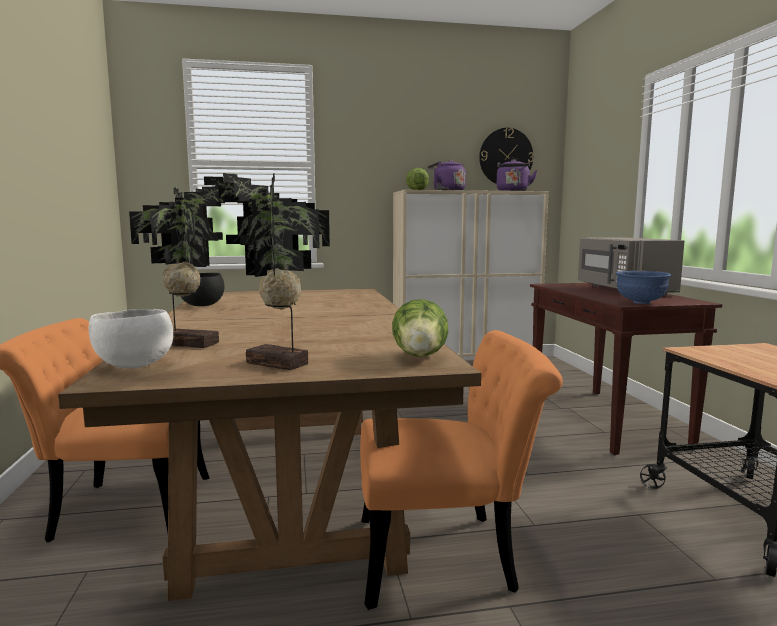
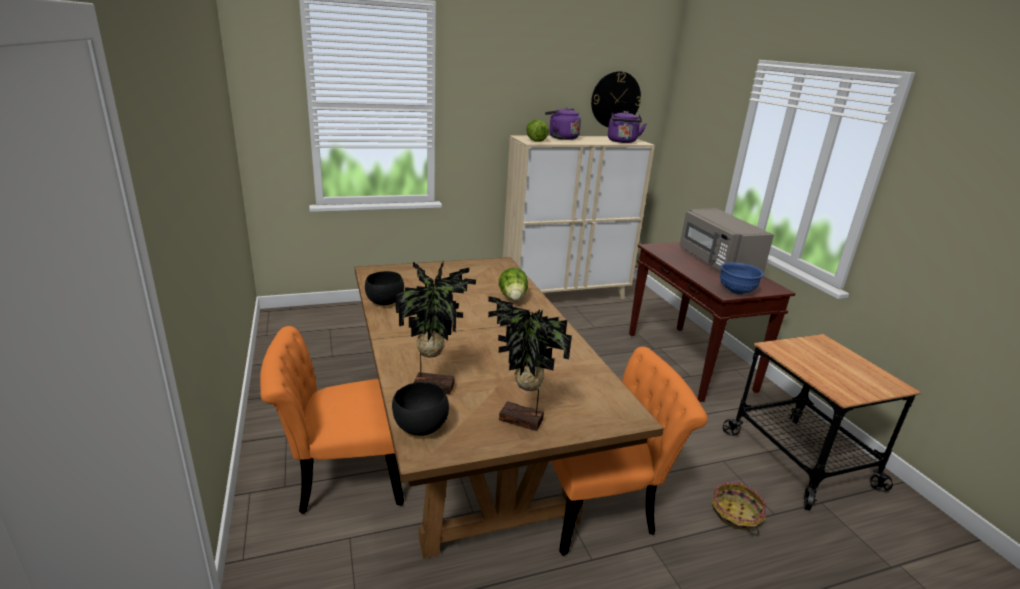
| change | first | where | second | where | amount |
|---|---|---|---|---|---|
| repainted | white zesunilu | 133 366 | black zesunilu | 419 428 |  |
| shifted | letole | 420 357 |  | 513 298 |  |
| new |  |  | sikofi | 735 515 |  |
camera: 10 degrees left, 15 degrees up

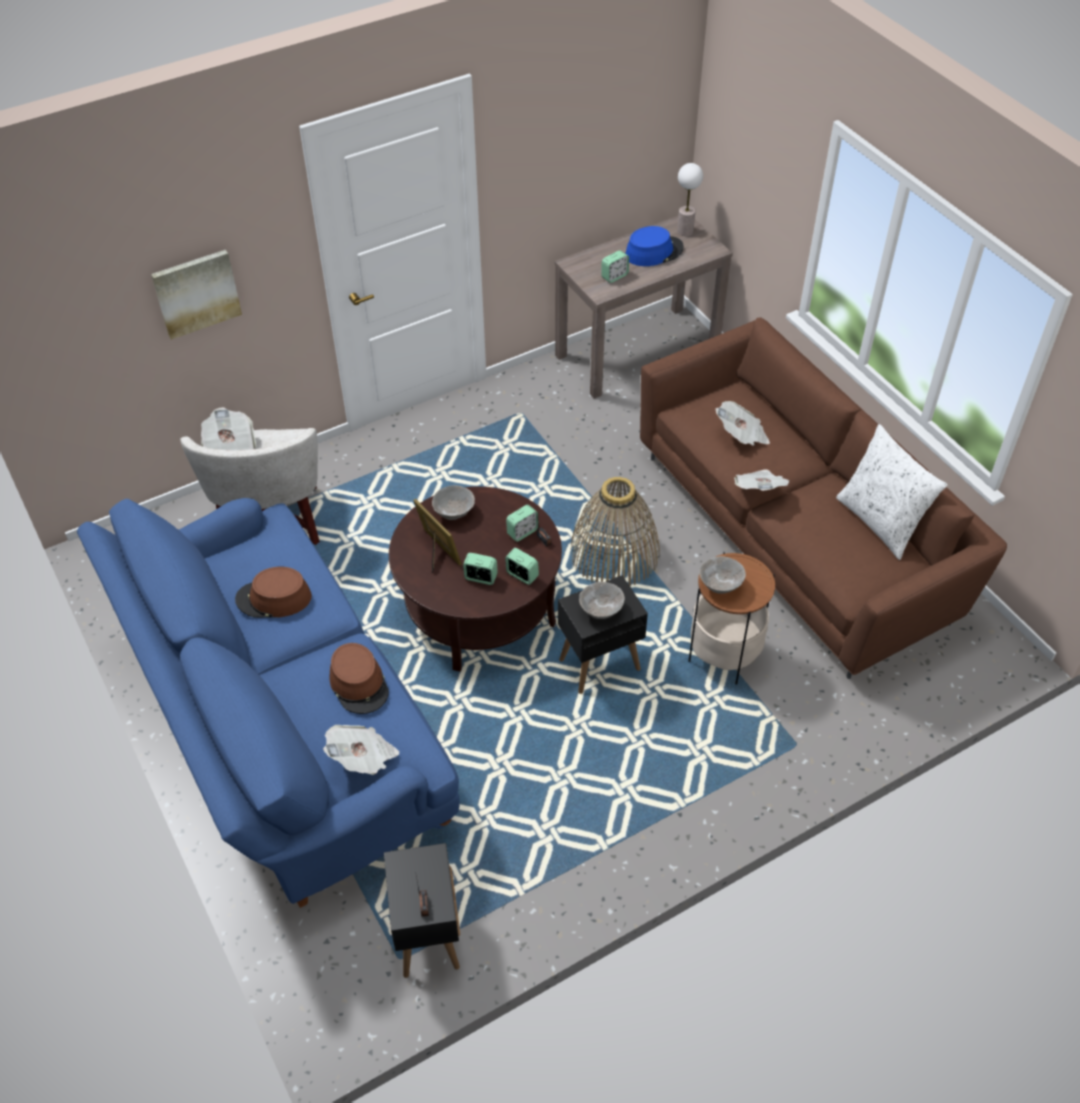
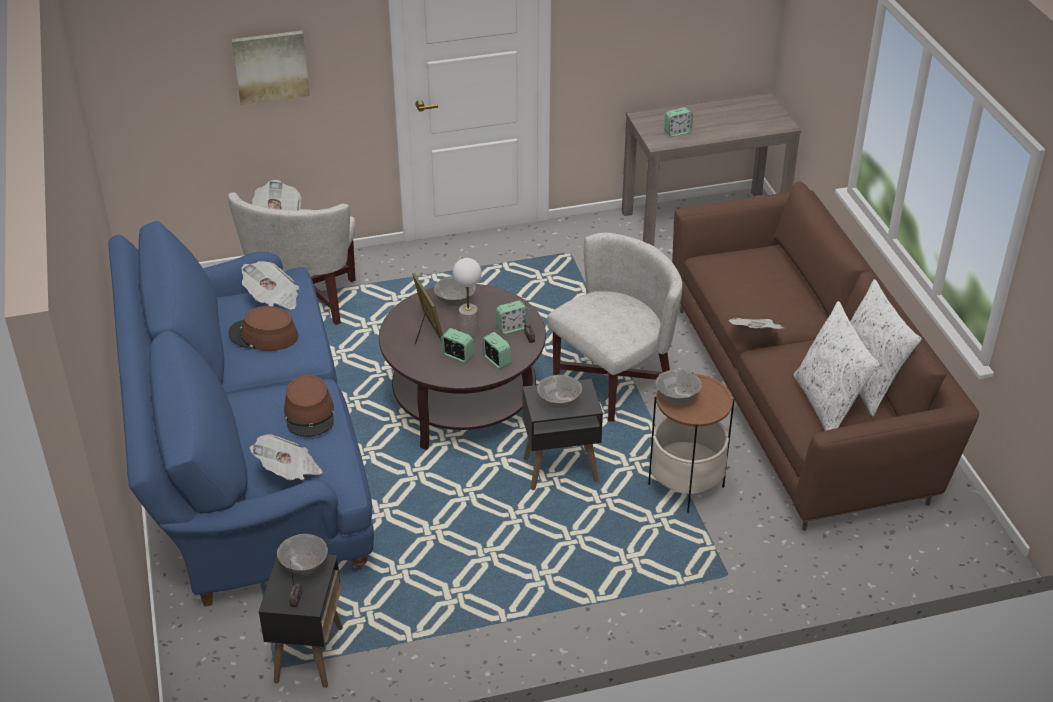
| change | first | where | second | where | amount |
|---|---|---|---|---|---|
| shifted | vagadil | 741 435 |  | 273 298 |  |
| new |  |  | grey zesunilu | 304 566 |  |
| shifted | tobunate | 685 231 |  | 469 331 |  |
| swapped | sikofi | 614 553 | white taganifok | 612 382 |  |
| new |  |  | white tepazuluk | 828 405 |  |
| gone | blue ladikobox | 654 252 |  |  |  |
camera: 15 degrees right, 10 degrees down

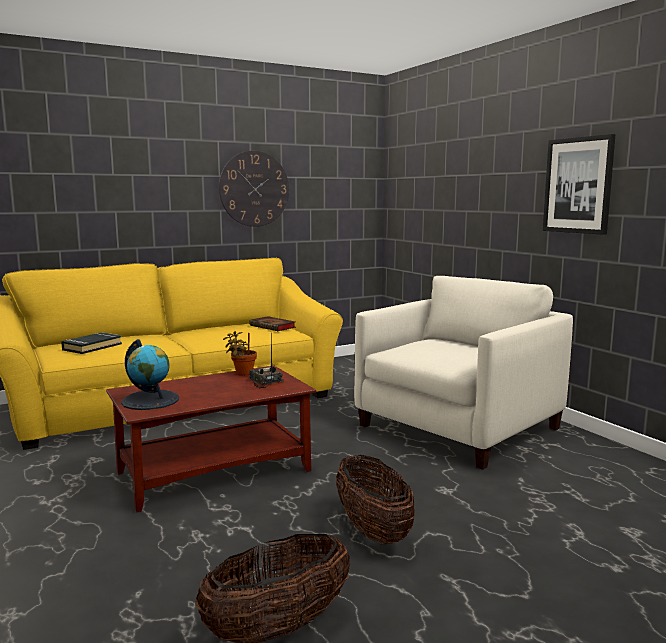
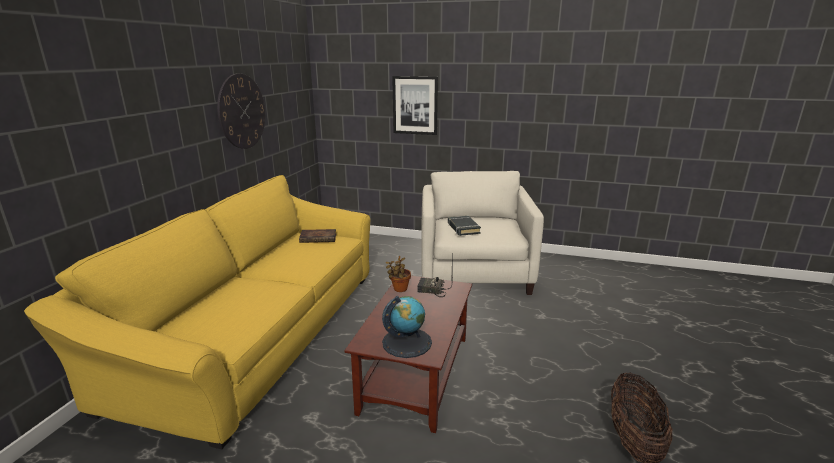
| change | first | where | second | where | amount |
|---|---|---|---|---|---|
| shifted | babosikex | 578 185 |  | 415 105 |  |
| shifted | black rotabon | 92 347 |  | 463 228 |  |
| gone | sikofi | 373 530 |  |  |  |
camera: 45 degrees left, 10 degrees up

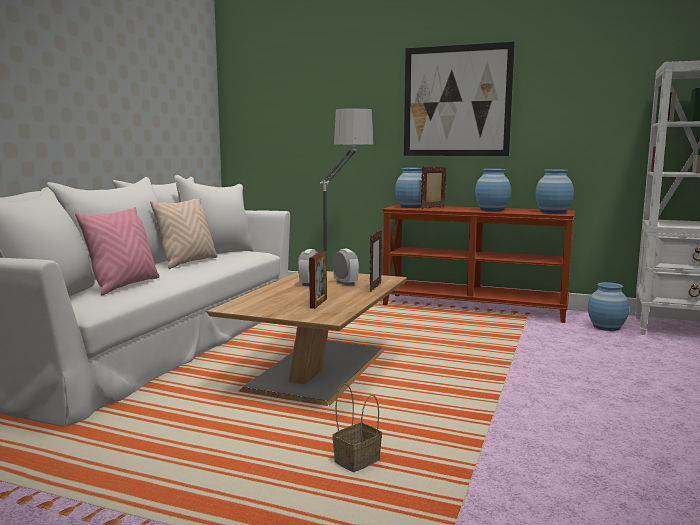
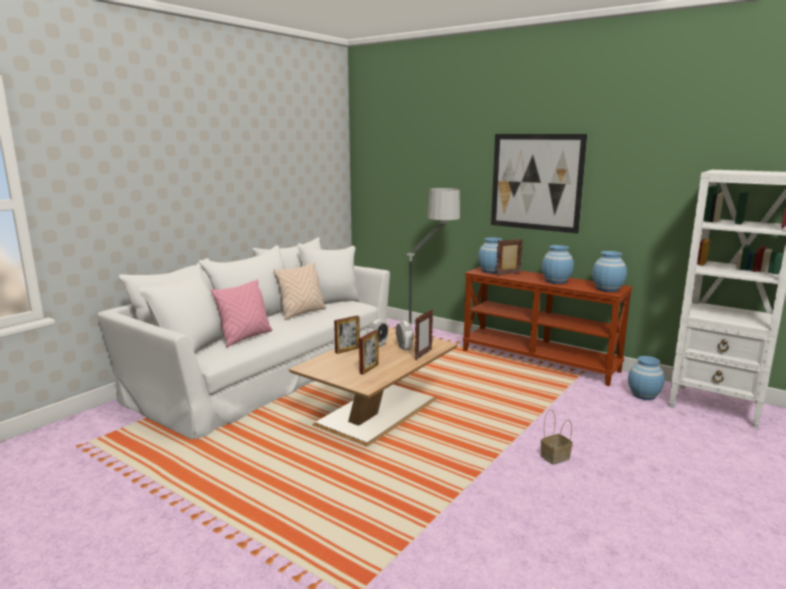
| change | first | where | second | where | amount |
|---|---|---|---|---|---|
| new |  |  | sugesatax | 347 350 |  |
| shifted | sikofi | 357 460 |  | 555 456 |  |
camera: 15 degrees right, 5 degrees up

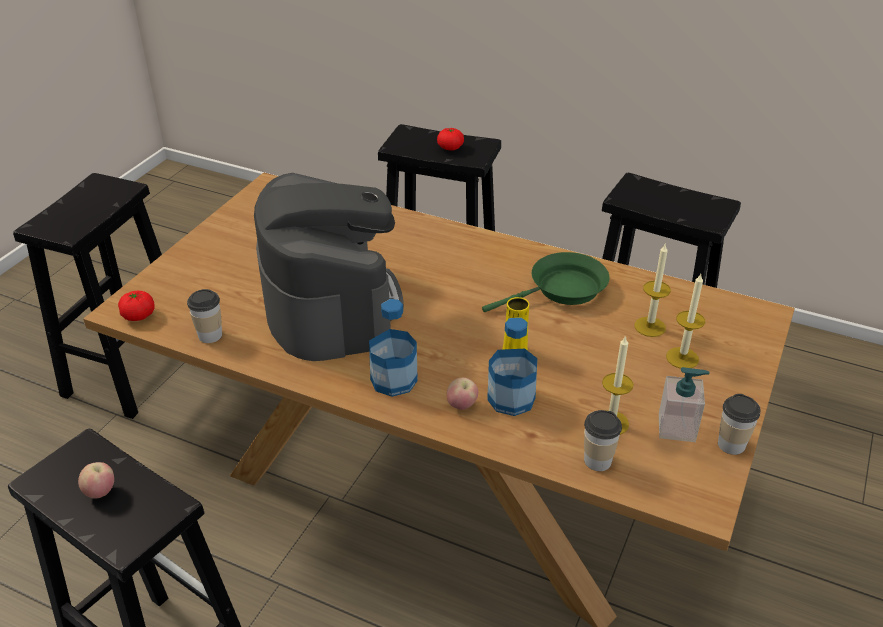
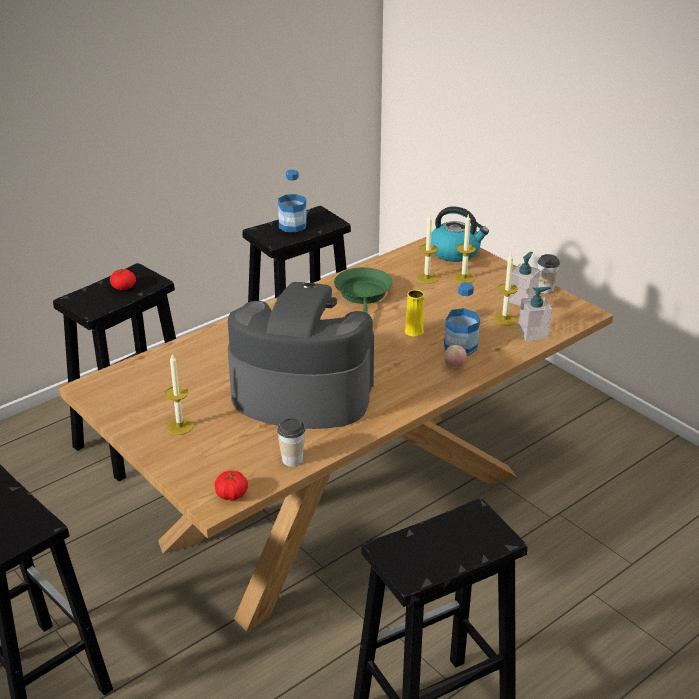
| change | first | where | second | where | amount |
|---|---|---|---|---|---|
| new |  |  | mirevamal | 180 426 |  |
| shifted | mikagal | 393 380 |  | 292 226 |  |
| new |  |  | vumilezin | 455 252 |  |
| swapped | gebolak | 597 461 | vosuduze | 533 333 |  |
| gone | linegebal | 100 492 |  |  |  |
camera: 65 degrees left, 5 degrees down

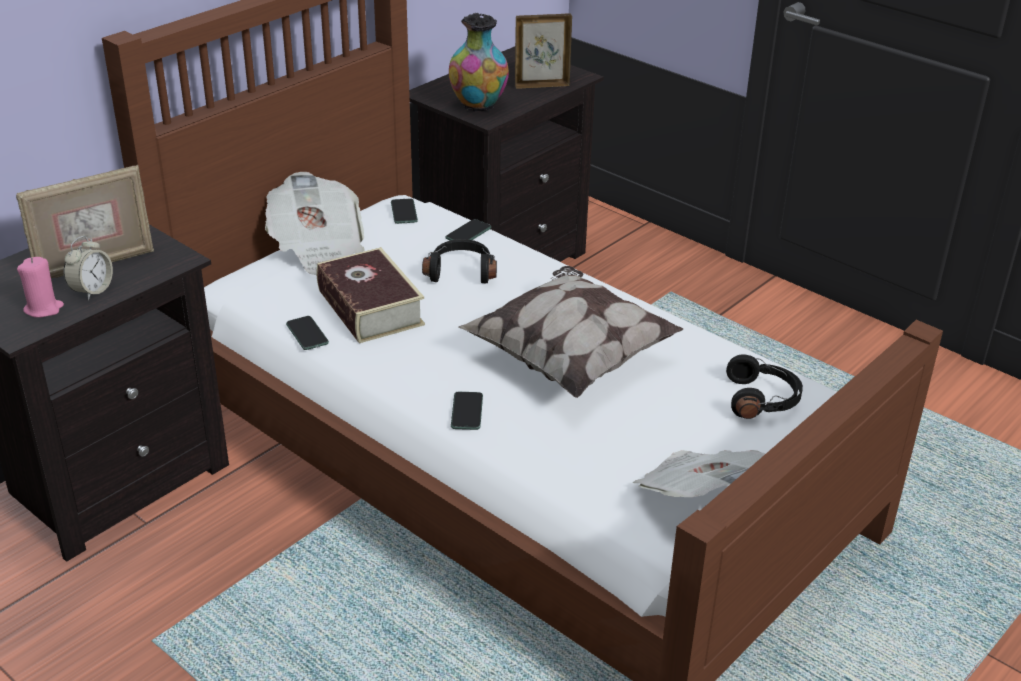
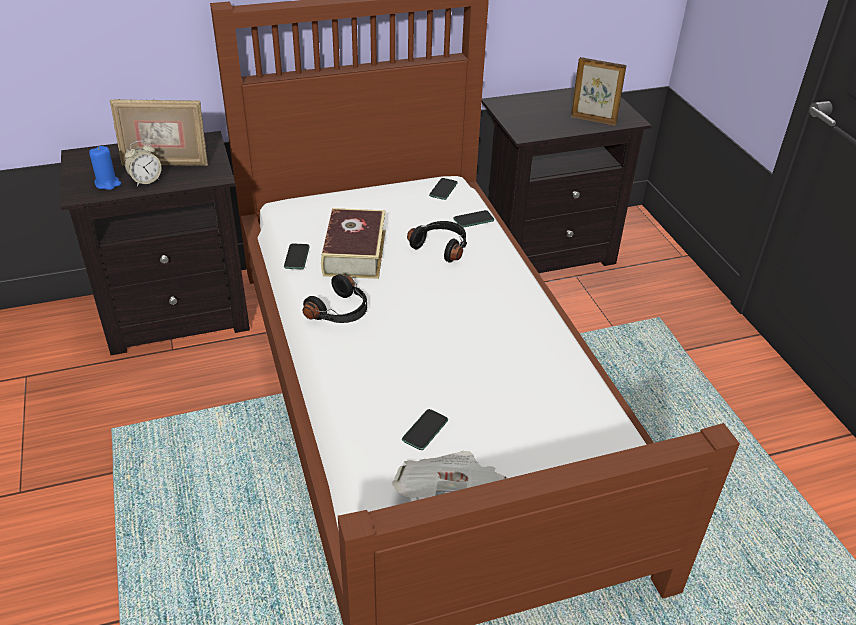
| change | first | where | second | where | amount |
|---|---|---|---|---|---|
| repainted | pink mirevamal | 43 309 | blue mirevamal | 108 183 |  |
| shifted | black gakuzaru | 762 400 |  | 340 312 |  |
| shifted | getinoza | 467 412 |  | 425 430 |  |
| gone | vagadil | 317 247 |  |  |  |
| gone | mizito | 478 106 |  |  |  |
| gone | tepazuluk | 570 358 |  |  |  |
camera: 30 degrees right, 5 degrees up

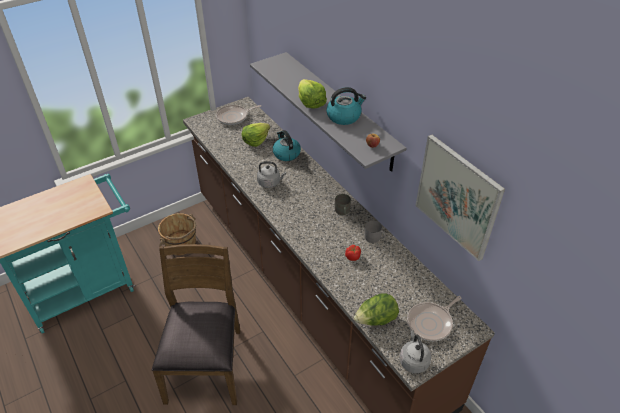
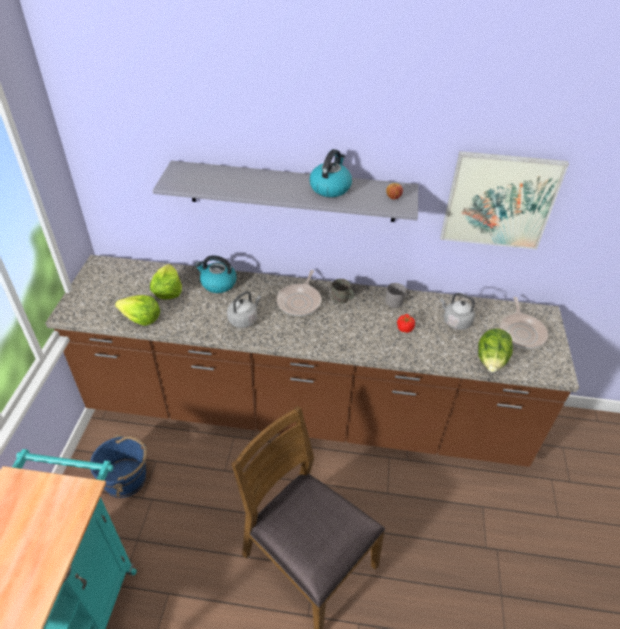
| change | first | where | second | where | amount |
|---|---|---|---|---|---|
| repainted | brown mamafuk | 181 244 | blue mamafuk | 126 479 |  |
| shifted | letole | 310 102 |  | 141 319 |  |
| shifted | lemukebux | 234 117 |  | 300 301 |  |
| shifted | grey vumilezin | 413 360 |  | 455 321 |  |
camera: 50 degrees left, 0 degrees up

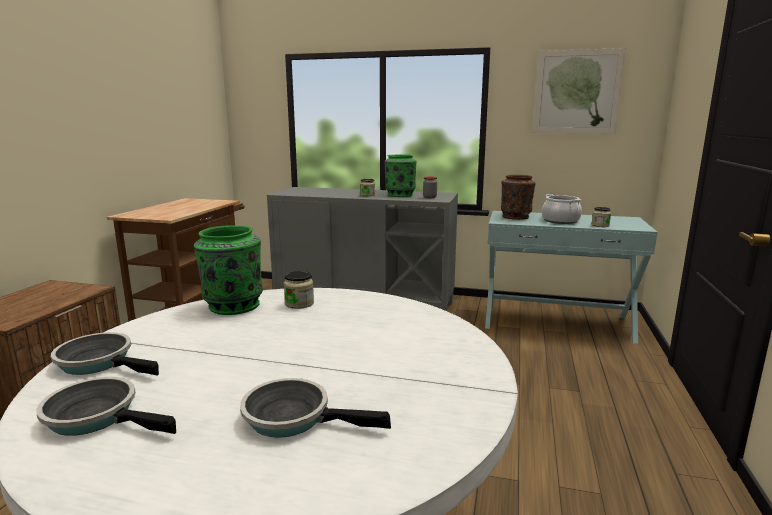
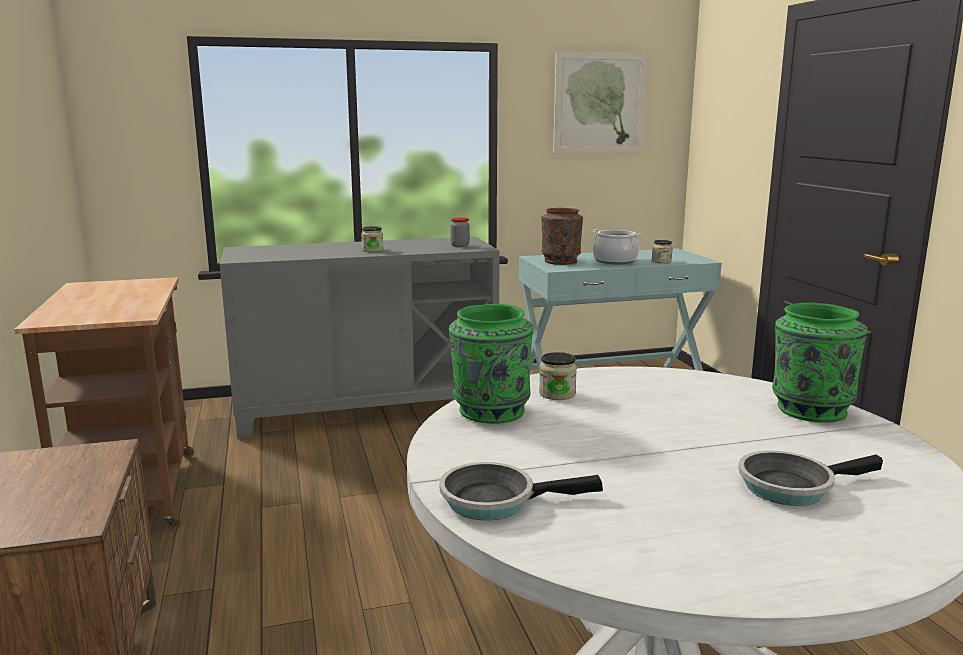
| change | first | where | second | where | amount |
|---|---|---|---|---|---|
| shifted | green mizito | 400 195 |  | 809 410 |  |
| gone | lemukebux | 98 416 |  |  |  |
camera: 30 degrees left, 0 degrees up

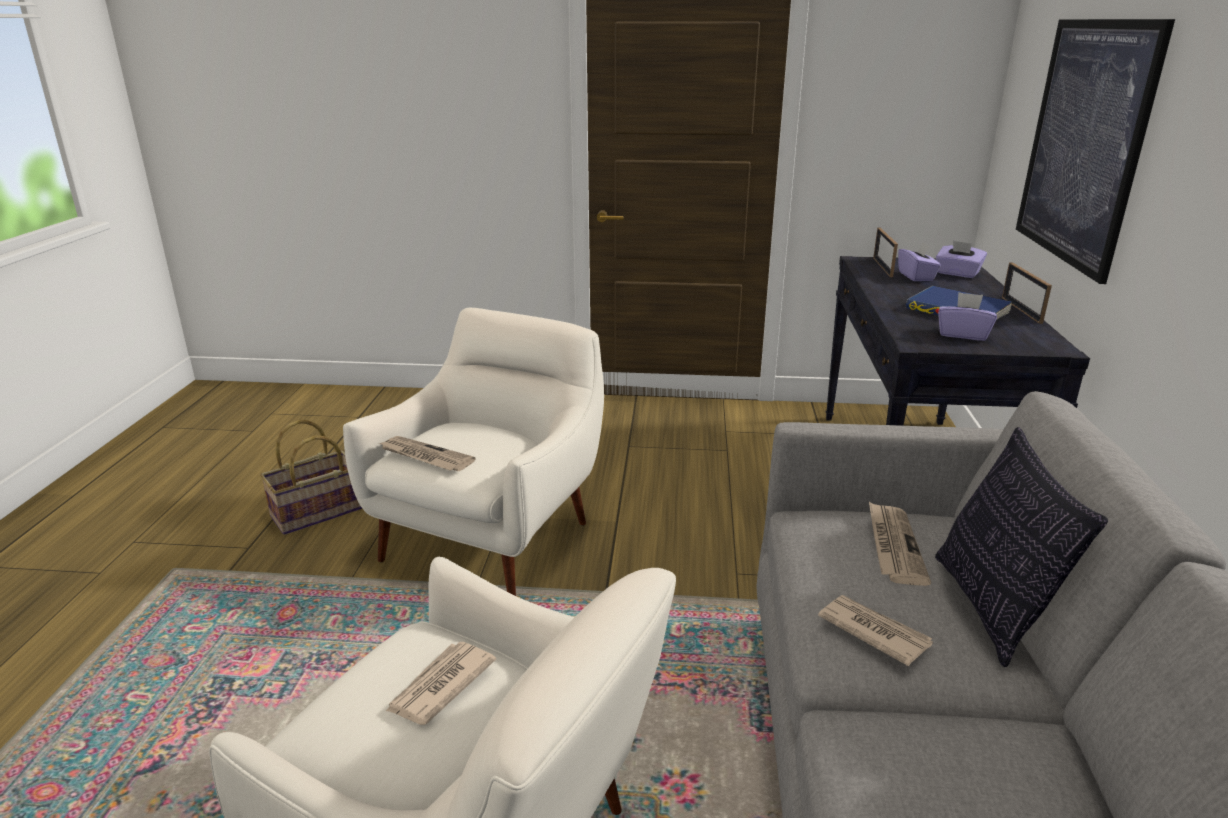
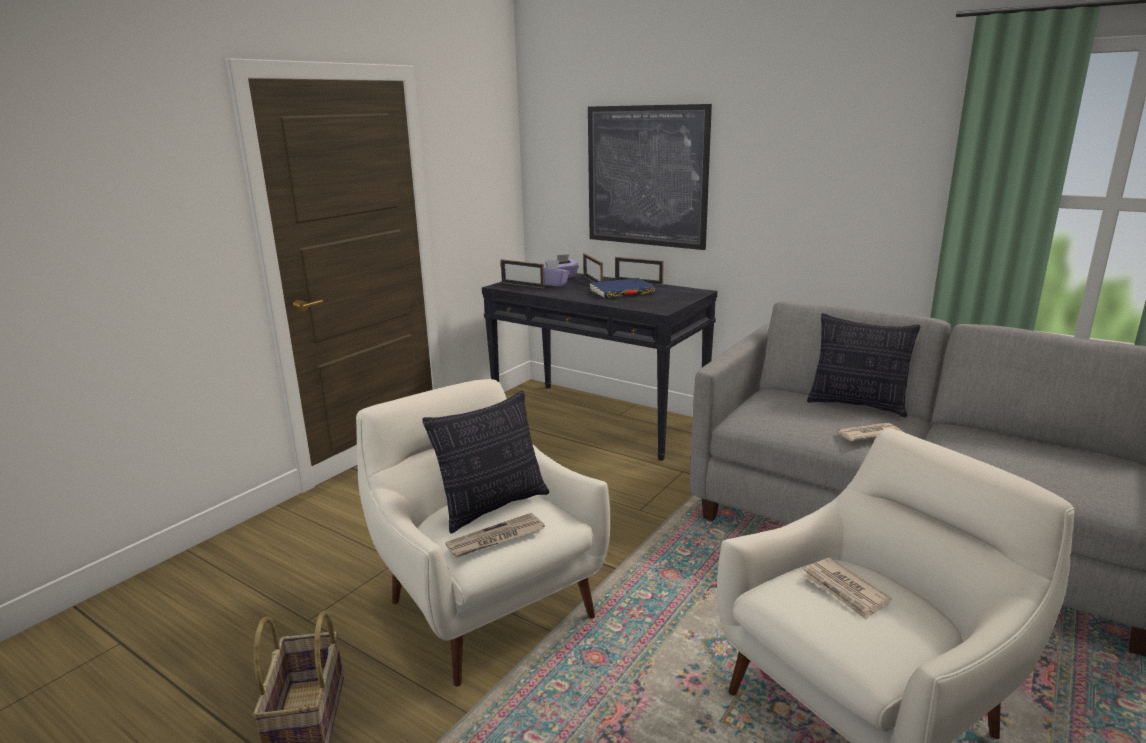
| change | first | where | second | where | amount |
|---|---|---|---|---|---|
| new |  |  | tepazuluk | 493 506 |  |
| new |  |  | sugesatax | 592 281 |  |
| gone | vagadil | 893 546 |  |  |  |
| gone | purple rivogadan | 962 334 |  |  |  |
camera: 60 degrees left, 5 degrees down

